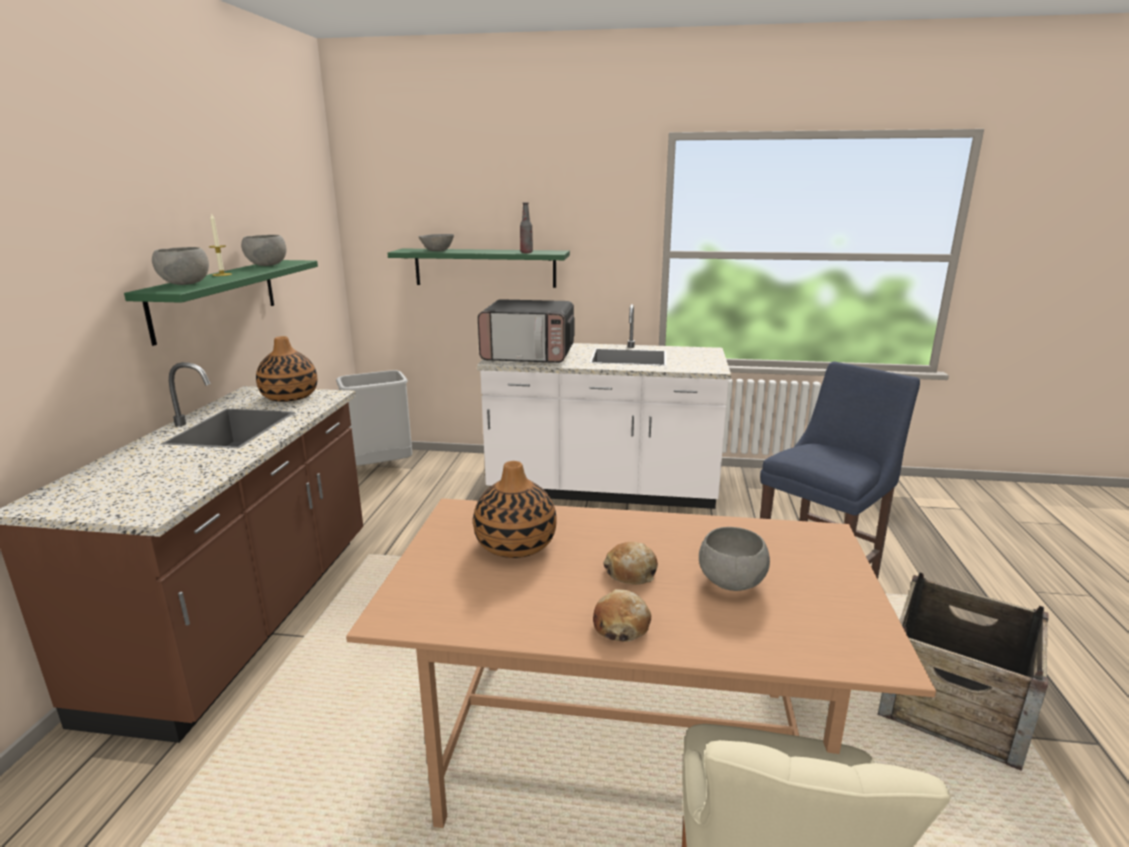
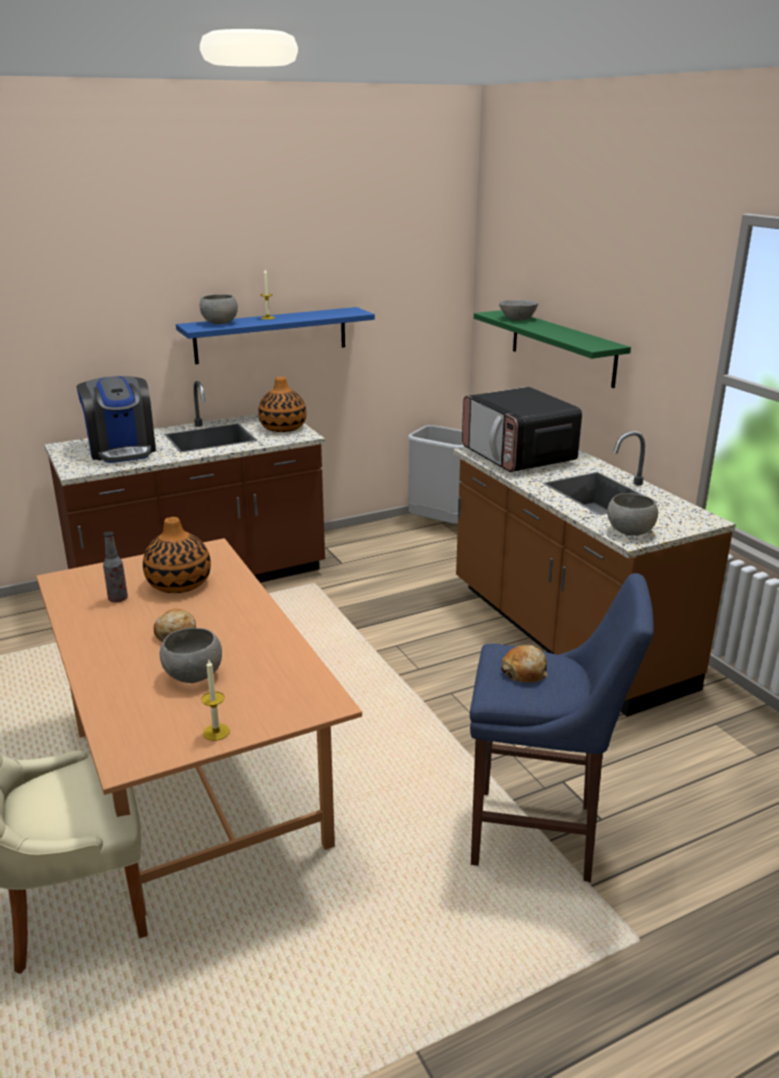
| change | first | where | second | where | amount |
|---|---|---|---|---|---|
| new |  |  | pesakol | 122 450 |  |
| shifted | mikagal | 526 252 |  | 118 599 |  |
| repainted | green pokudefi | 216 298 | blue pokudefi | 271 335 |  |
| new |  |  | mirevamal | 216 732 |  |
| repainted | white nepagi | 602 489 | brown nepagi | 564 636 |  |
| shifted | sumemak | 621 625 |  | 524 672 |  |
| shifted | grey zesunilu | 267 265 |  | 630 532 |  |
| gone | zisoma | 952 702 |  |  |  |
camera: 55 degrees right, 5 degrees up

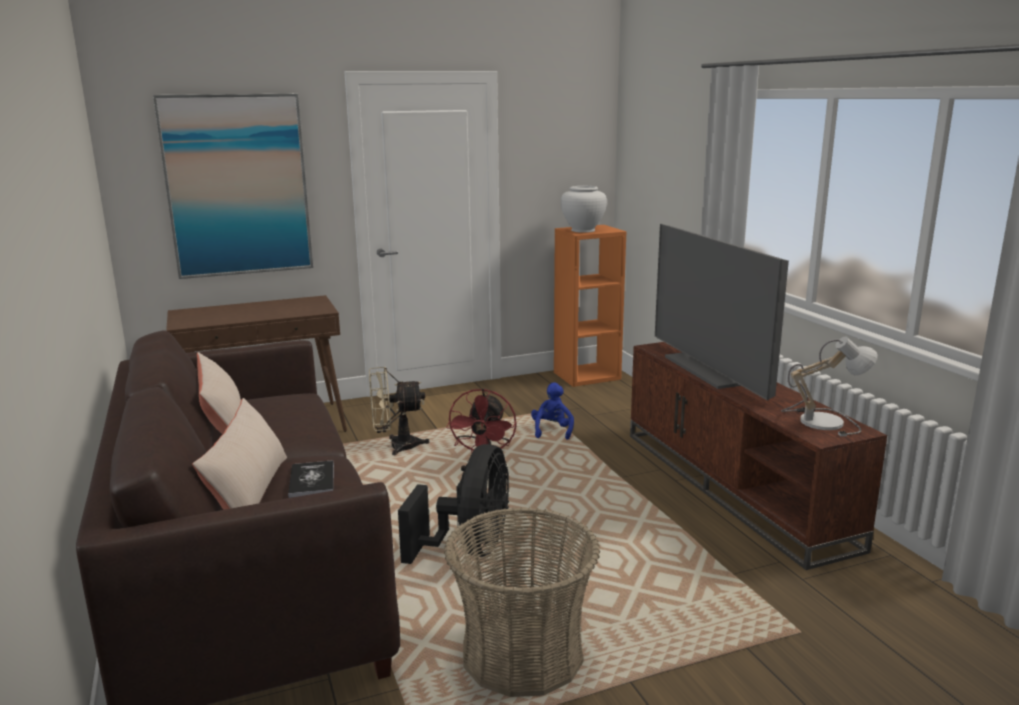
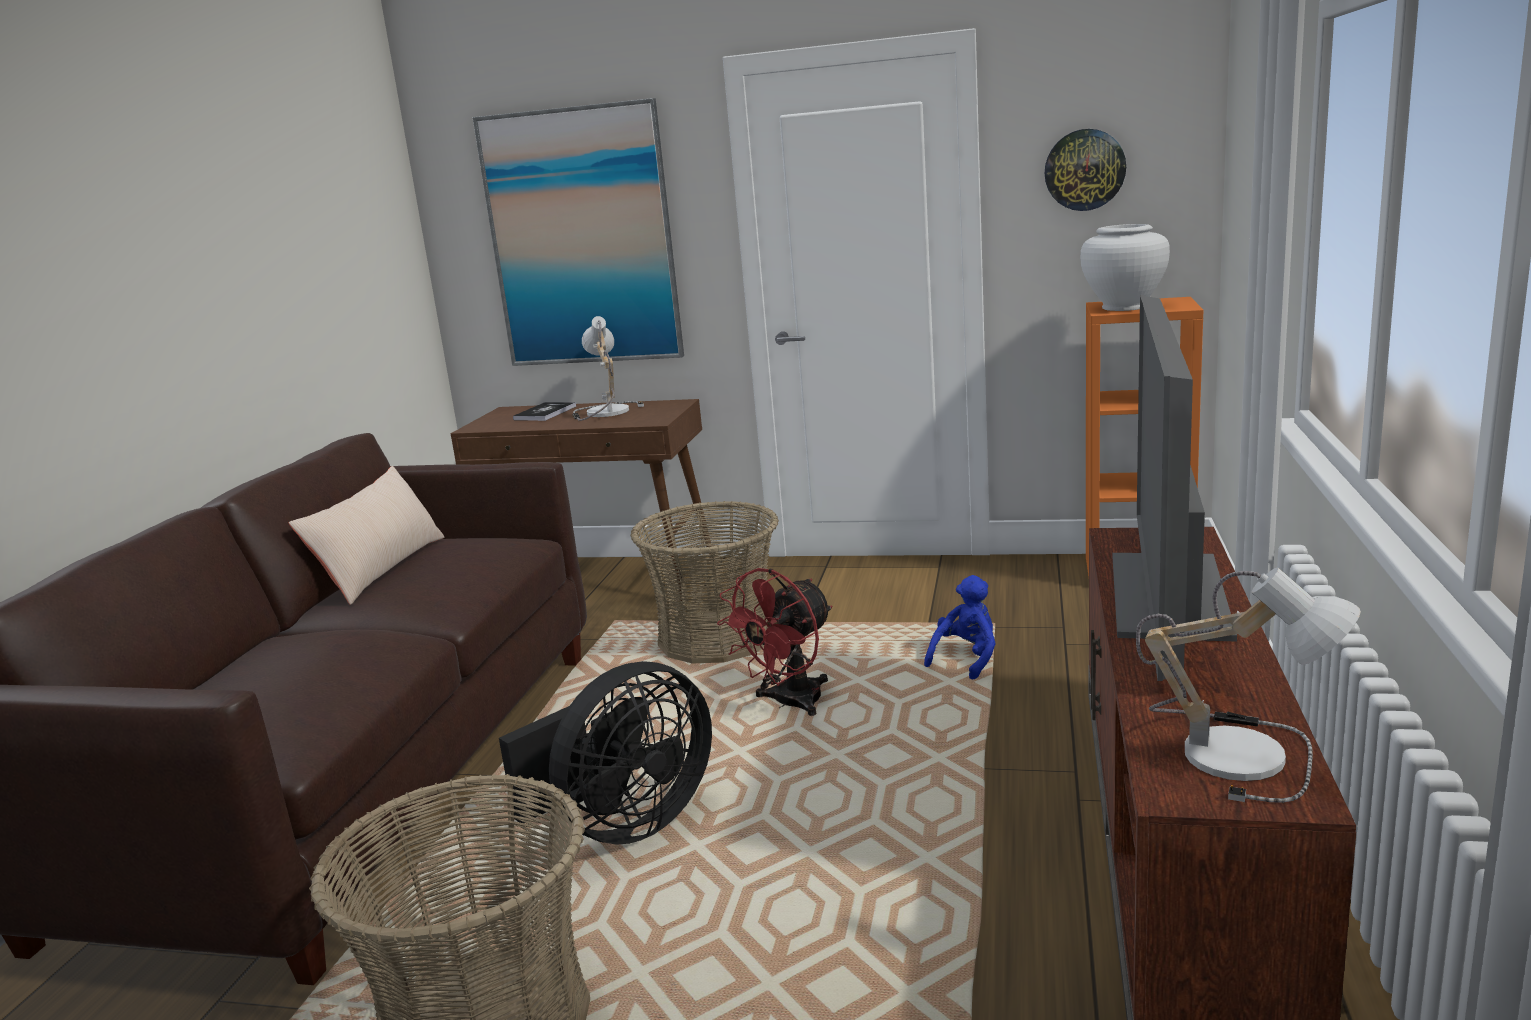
| change | first | where | second | where | amount |
|---|---|---|---|---|---|
| shifted | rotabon | 312 480 |  | 545 413 |  |
| new |  |  | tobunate | 603 412 |  |
| swapped | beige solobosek | 396 447 | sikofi | 717 639 |  |
| new |  |  | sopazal | 1084 170 |  |
| gone | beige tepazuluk | 249 493 |  |  |  |
camera: 35 degrees right, 0 degrees up

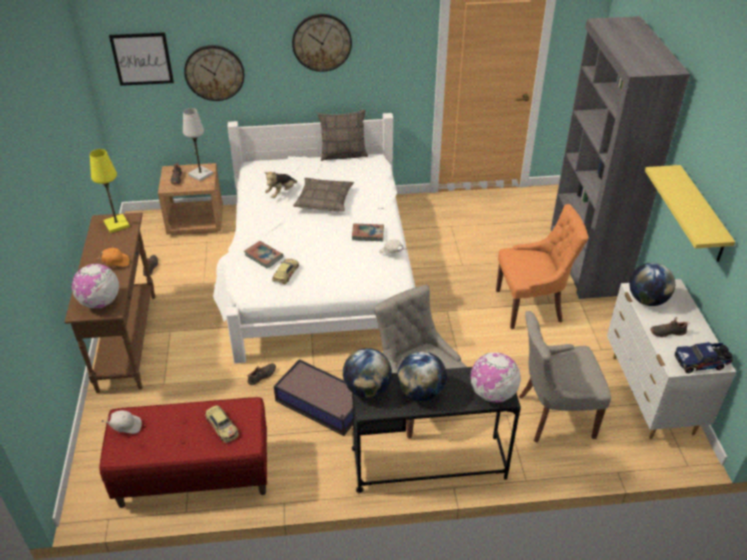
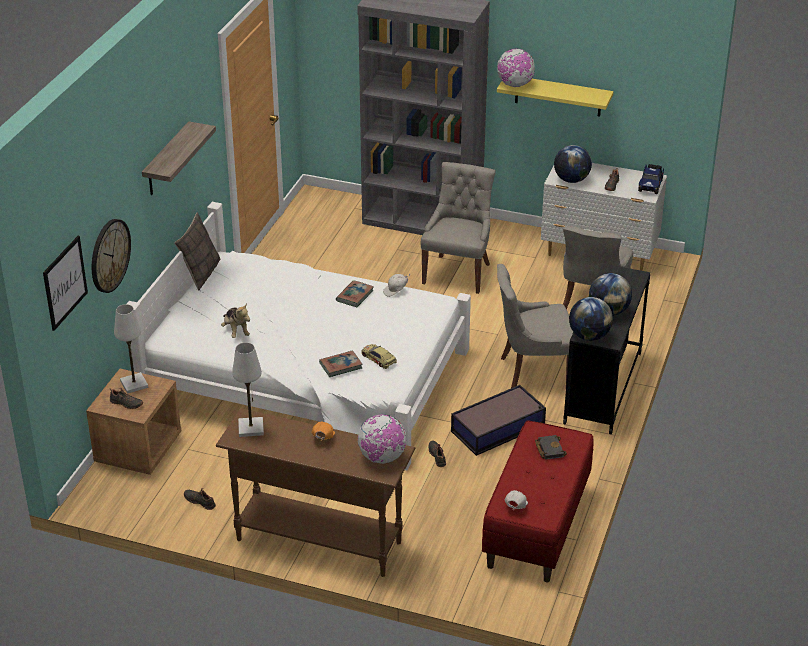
| change | first | where | second | where | amount |
|---|---|---|---|---|---|
| swapped | sopazal | 322 42 | pokudefi | 167 160 |  |
| repainted | yellow tobunate | 117 224 | white tobunate | 251 428 |  |
| repainted | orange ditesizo | 530 306 | grey ditesizo | 458 273 |  |
| shifted | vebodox | 492 393 |  | 515 85 |  |
| swapped | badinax | 222 426 | black rotabon | 549 449 |  |
| gone | tepazuluk | 324 200 |  |  |  |
camera: 65 degrees left, 5 degrees down

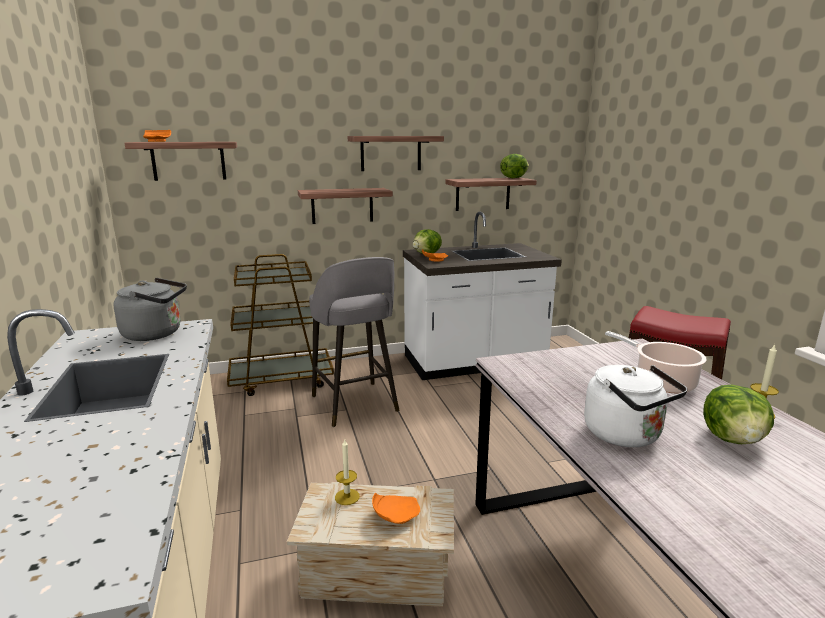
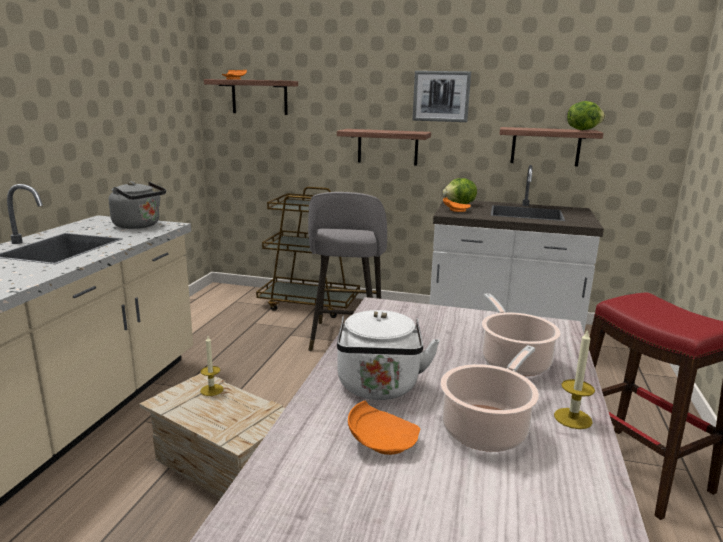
| change | first | where | second | where | amount |
|---|---|---|---|---|---|
| shifted | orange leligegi | 395 515 |  | 381 441 |  |
| swapped | pokudefi | 391 153 | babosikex | 441 96 |  |
| swapped | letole | 733 439 | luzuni | 487 428 |  |
camera: 30 degrees right, 0 degrees up

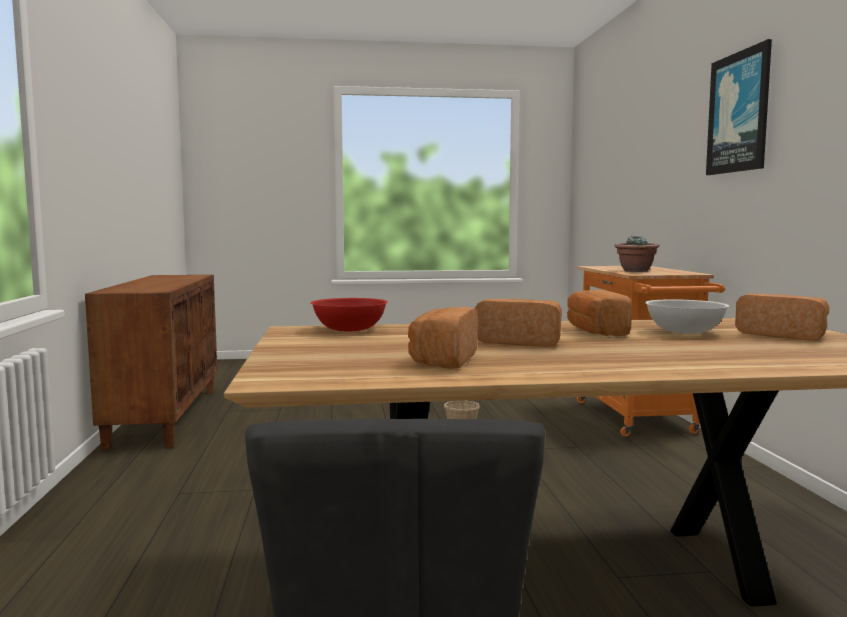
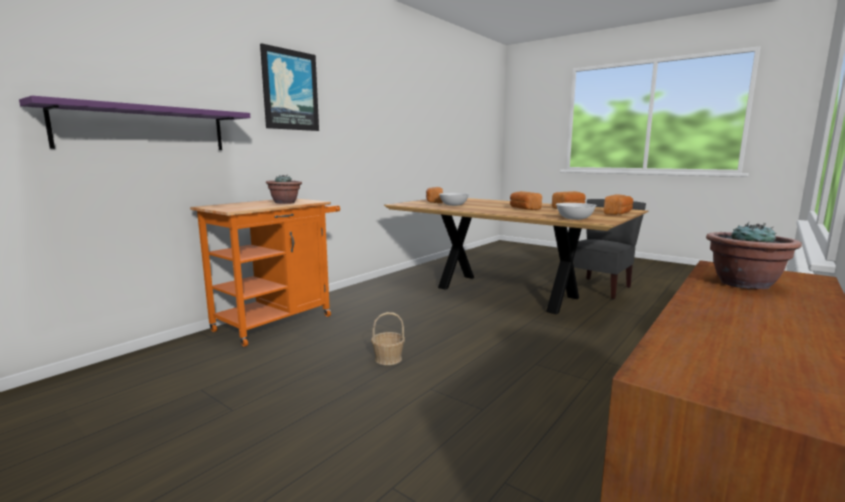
| change | first | where | second | where | amount |
|---|---|---|---|---|---|
| new |  |  | purple pokudefi | 144 129 |  |
| repainted | red zesunilu | 349 329 | white zesunilu | 574 219 |  |
| shifted | sumemak | 595 331 |  | 618 213 |  |
| new |  |  | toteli | 744 284 |  |
camera: 135 degrees left, 5 degrees up

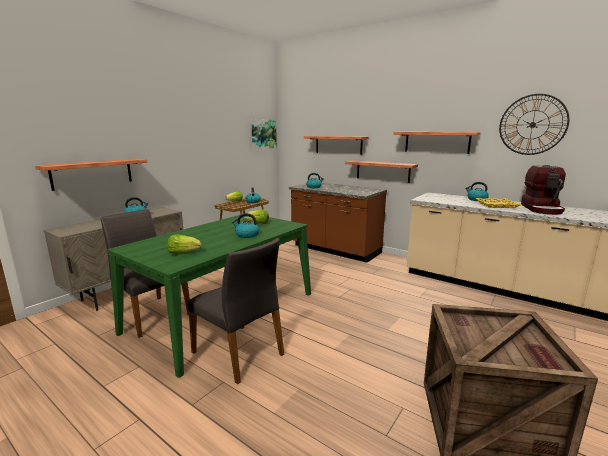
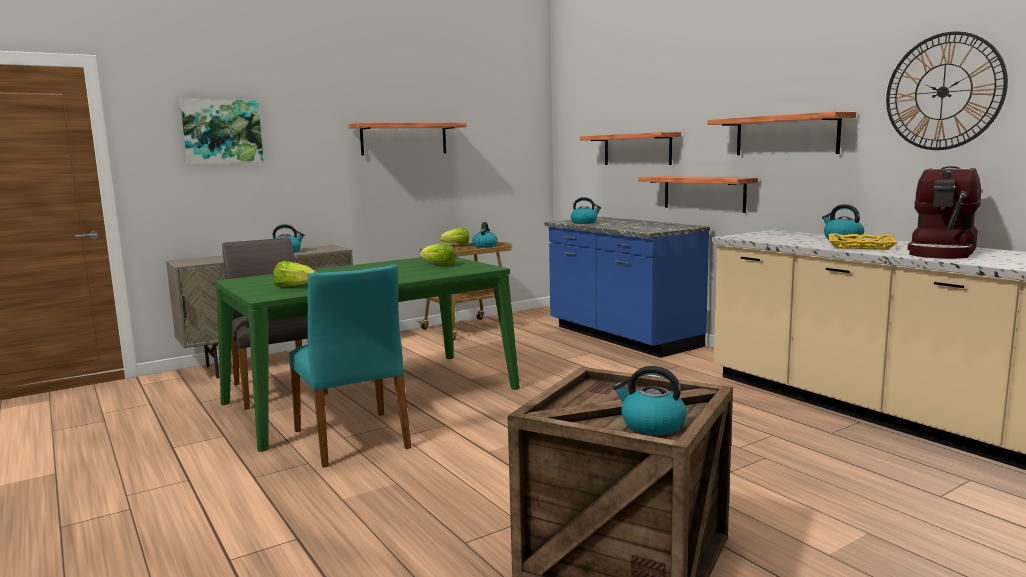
| change | first | where | second | where | amount |
|---|---|---|---|---|---|
| shifted | babosikex | 263 134 |  | 222 131 |  |
| repainted | grey ditesizo | 239 353 | turquoise ditesizo | 353 439 |  |
| shifted | pokudefi | 92 173 |  | 404 139 |  |
| repainted | brown nepagi | 335 250 | blue nepagi | 621 337 |  |
| shifted | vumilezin | 246 235 |  | 651 425 |  |
camera: 20 degrees right, 5 degrees down

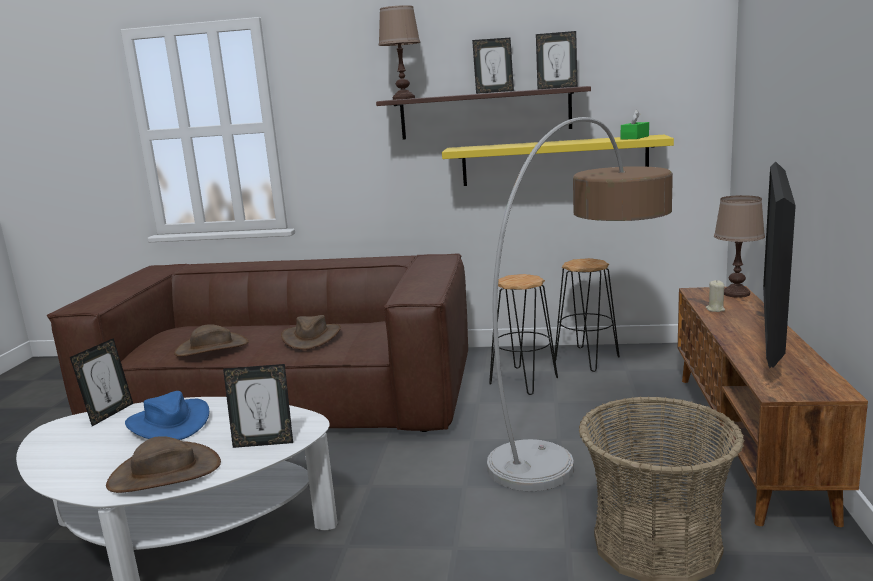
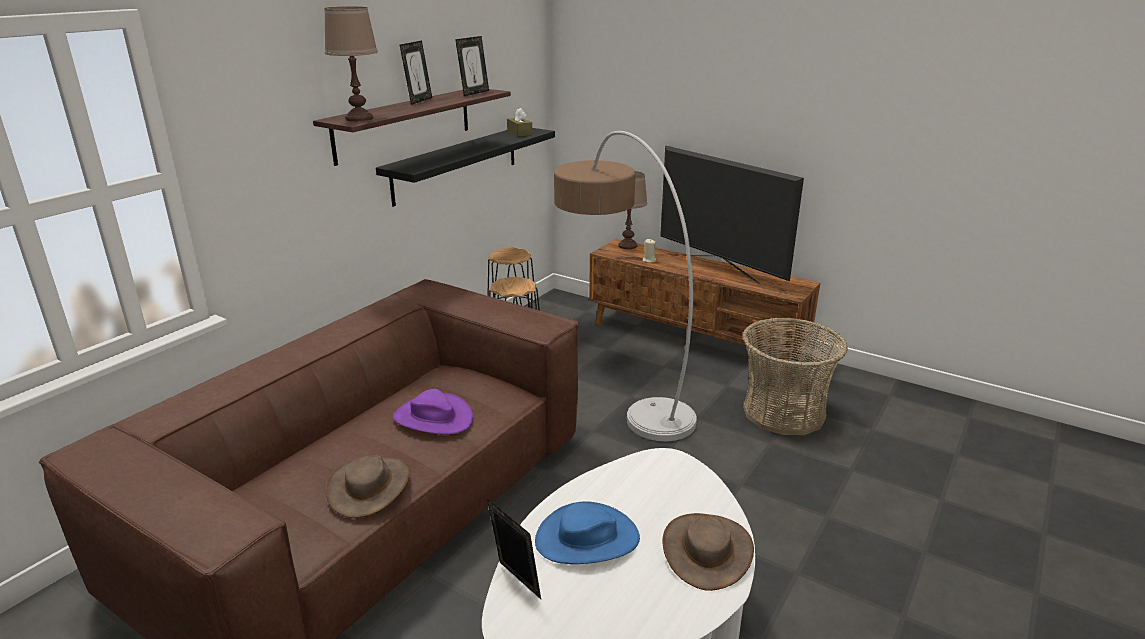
| change | first | where | second | where | amount |
|---|---|---|---|---|---|
| repainted | yellow pokudefi | 554 161 | black pokudefi | 456 164 |  |
| repainted | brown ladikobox | 311 337 | purple ladikobox | 433 418 |  |
| repainted | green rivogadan | 634 137 | brown rivogadan | 519 133 |  |
| gone | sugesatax | 264 443 |  |  |  |
camera: 65 degrees left, 10 degrees up

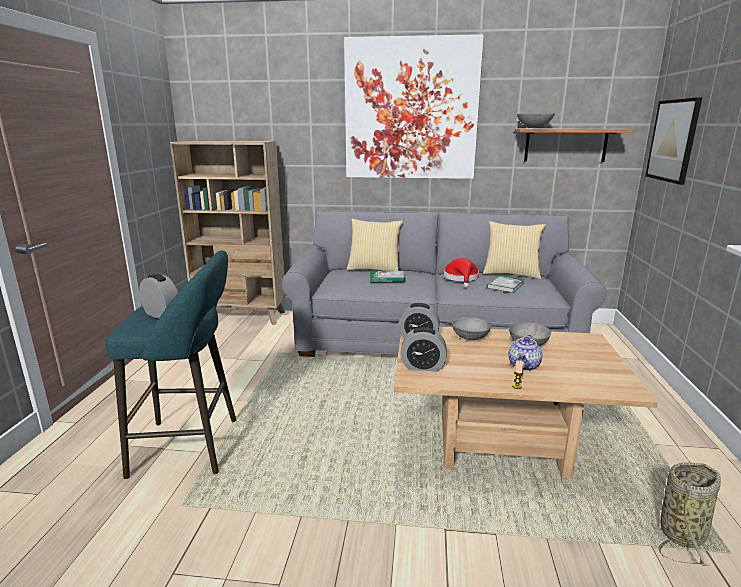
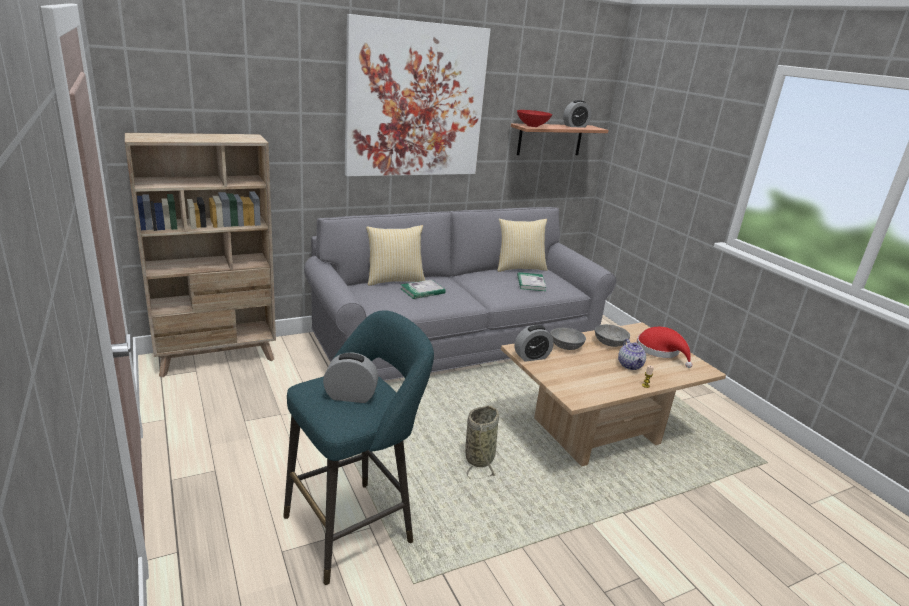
| change | first | where | second | where | amount |
|---|---|---|---|---|---|
| shifted | sikofi | 683 532 |  | 480 457 |  |
| repainted | grey zesunilu | 533 128 | red zesunilu | 532 126 |  |
| shifted | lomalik | 422 366 |  | 575 126 |  |
| shifted | red ladikobox | 461 278 |  | 660 351 |  |
| gone | babosikex | 673 140 |  |  |  |
camera: 35 degrees left, 5 degrees up

